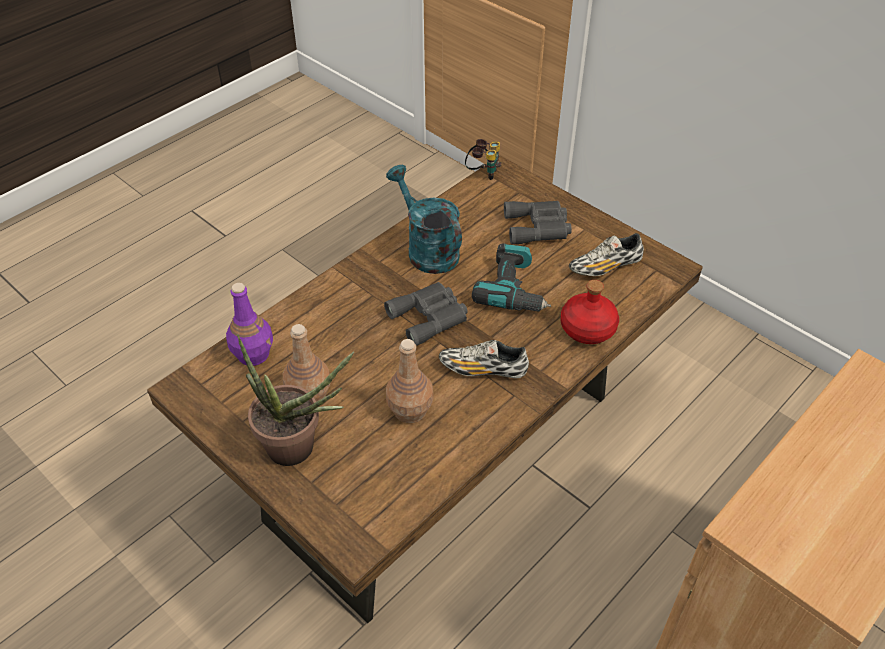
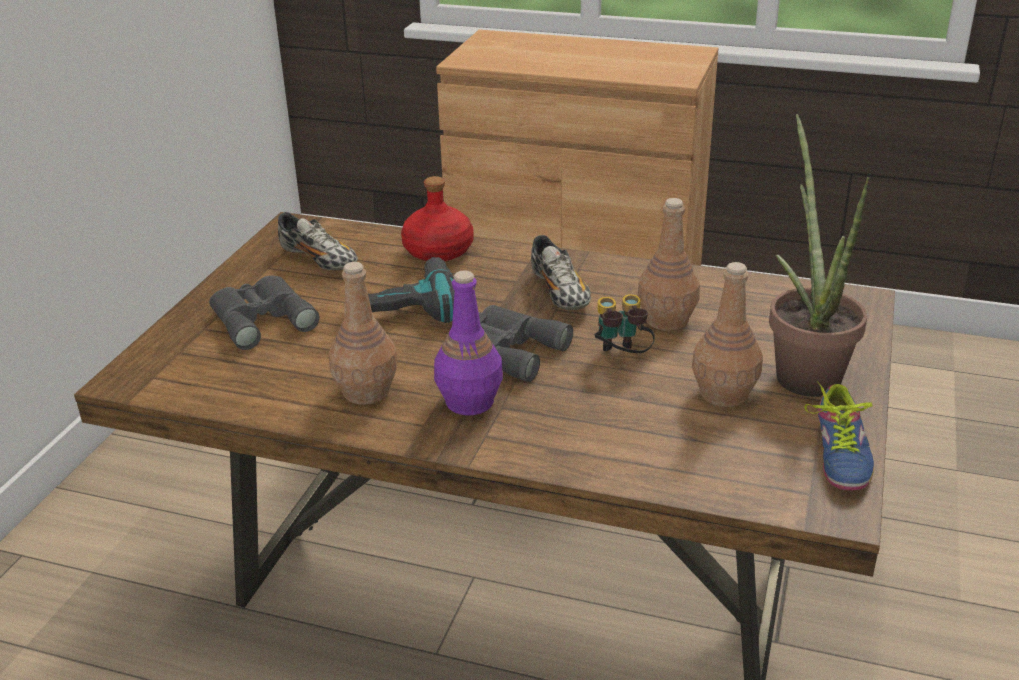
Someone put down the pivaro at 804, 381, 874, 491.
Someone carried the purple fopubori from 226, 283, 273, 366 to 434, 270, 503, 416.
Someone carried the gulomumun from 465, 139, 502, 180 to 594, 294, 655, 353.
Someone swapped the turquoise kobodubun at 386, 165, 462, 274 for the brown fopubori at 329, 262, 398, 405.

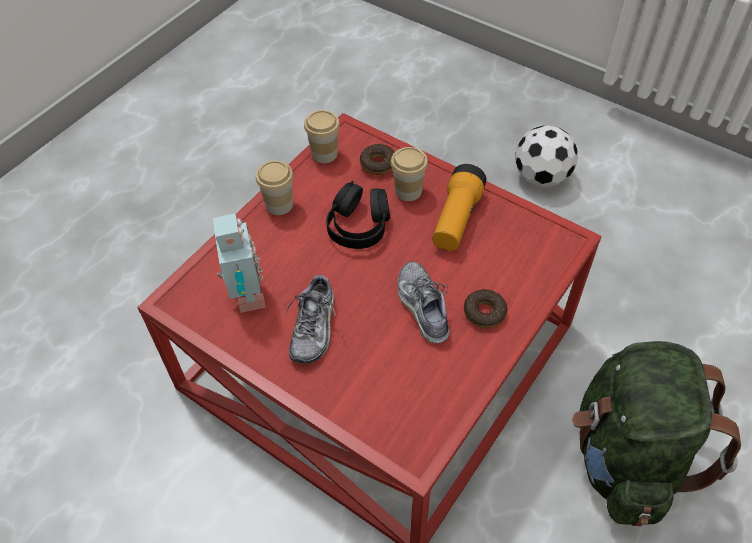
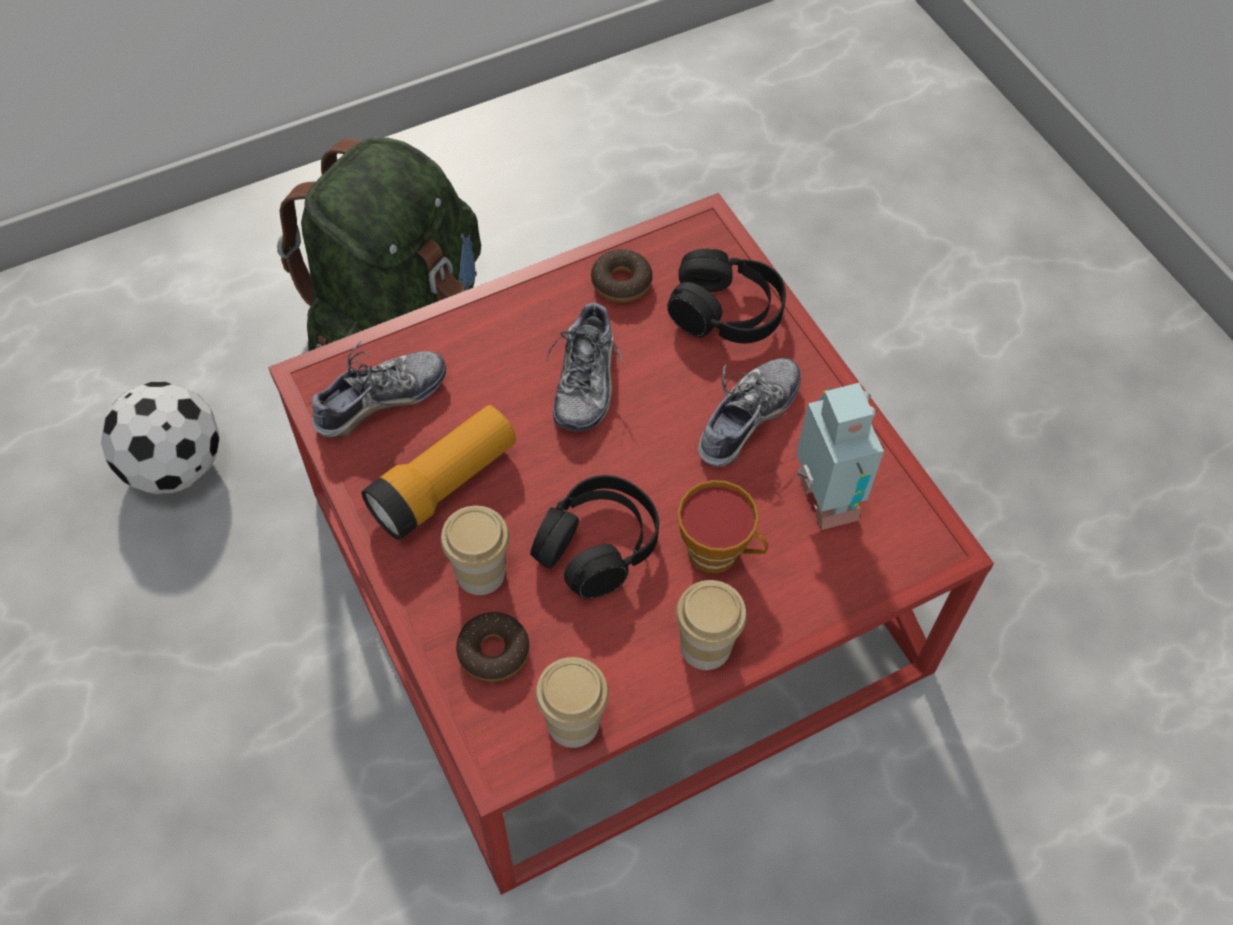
Someone put down the pivaro at 308, 341, 446, 438.
Someone put down the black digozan at 667, 249, 786, 343.
Someone put down the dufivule at 677, 480, 768, 573.
Someone carried the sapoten from 464, 289, 507, 328 to 591, 249, 653, 303.
Someone carried the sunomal from 515, 125, 578, 187 to 101, 381, 220, 494.
Someone rotated the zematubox at 213, 213, 266, 313 by 150 degrees clockwise.

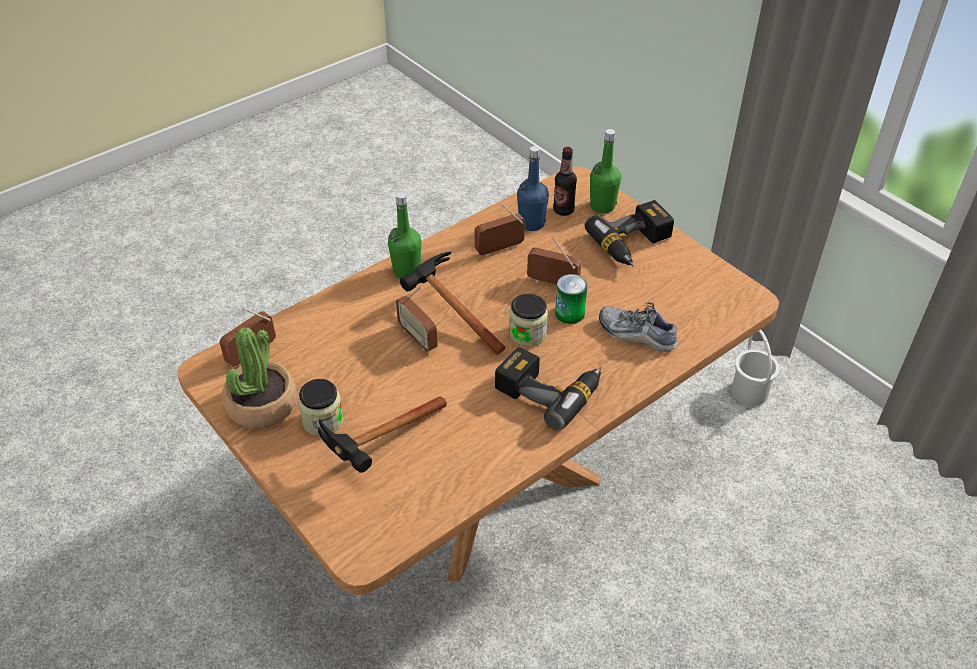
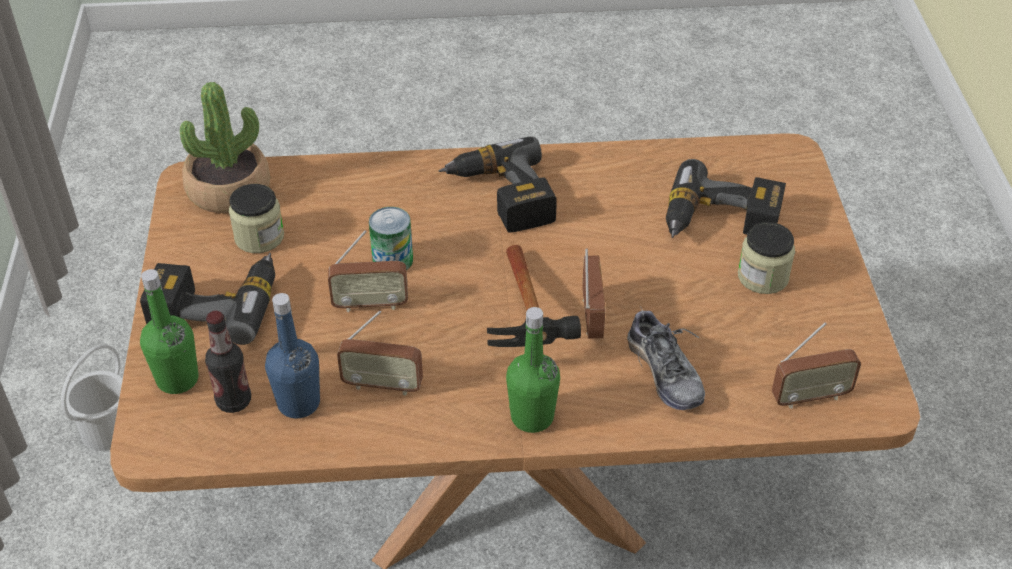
Someone carried the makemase from 222, 327, 297, 429 to 180, 82, 270, 213.
Someone carried the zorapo from 509, 294, 548, 346 to 229, 184, 284, 253.
Someone carried the pivaro from 599, 302, 677, 352 to 627, 305, 705, 410.
Someone swapped the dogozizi at 318, 396, 447, 473 for the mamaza at 666, 159, 786, 238.
Someone rotated the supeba at 527, 237, 582, 285 by 60 degrees counterclockwise.

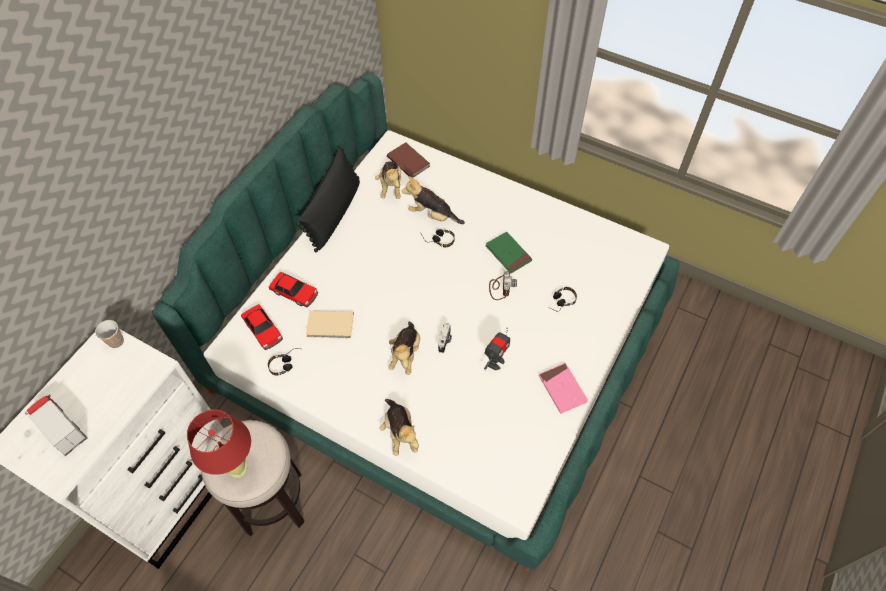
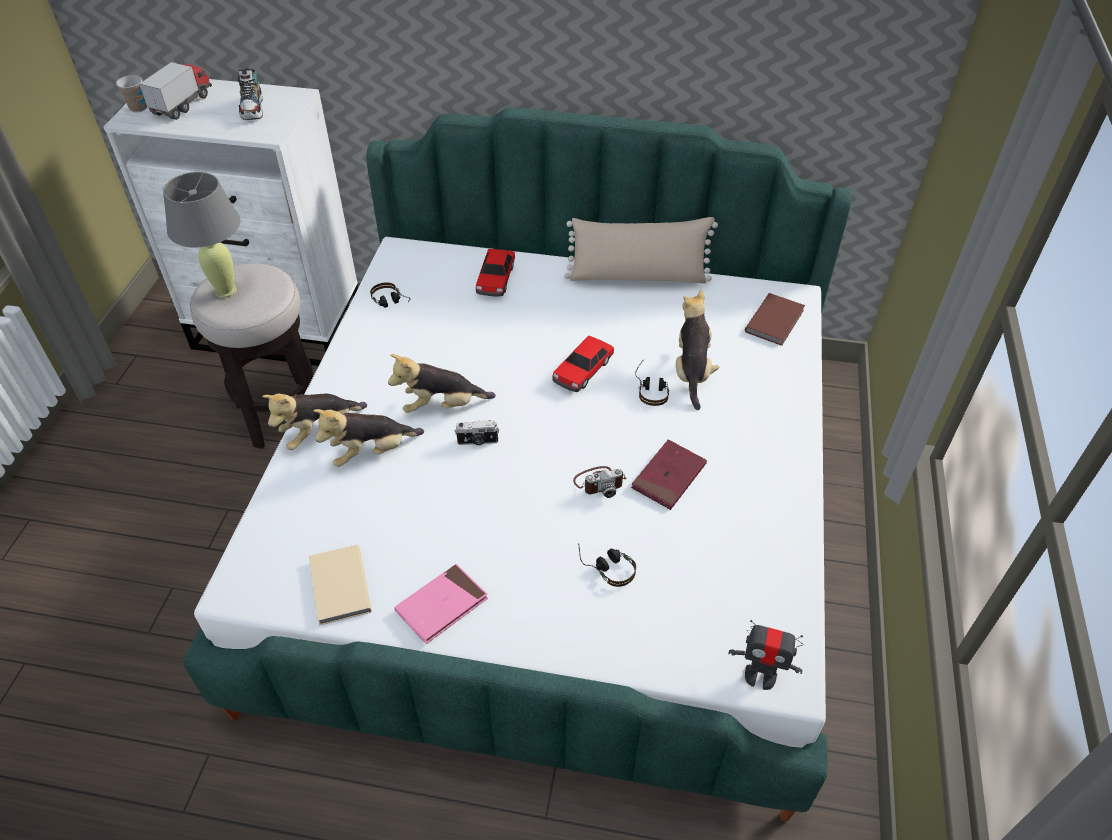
Someone put down the pivaro at 237, 68, 263, 120.
Someone carried the dufivule from 95, 320, 124, 348 to 116, 75, 147, 112.
Someone carried the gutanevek from 241, 304, 283, 350 to 553, 336, 614, 392.
Someone carried the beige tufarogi from 306, 310, 354, 339 to 309, 545, 371, 625.
Someone carried the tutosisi from 375, 161, 401, 199 to 313, 409, 424, 467.
Someone carried the zematubox from 484, 328, 510, 370 to 729, 620, 804, 690.
Someone repainted the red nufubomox at 187, 409, 251, 478, which became the grey nufubomox at 163, 172, 241, 298.
Someone repainted the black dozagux at 296, 147, 360, 252, which became the beige dozagux at 564, 217, 718, 284.
Someone repainted the green tufarogi at 485, 232, 532, 274, which became the red tufarogi at 631, 439, 707, 510.

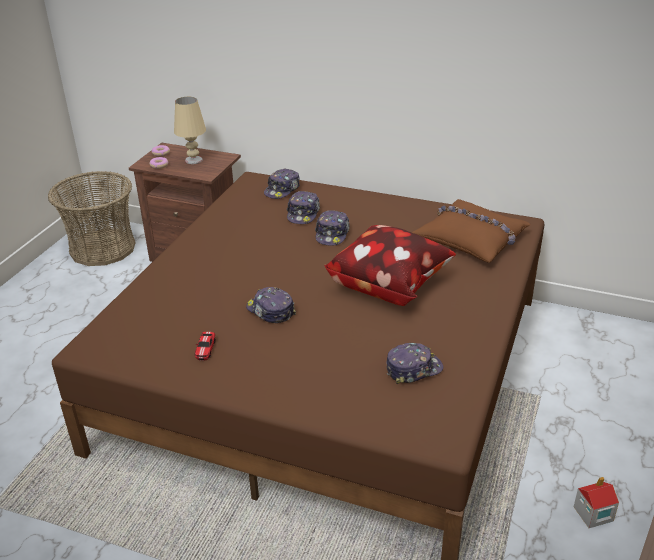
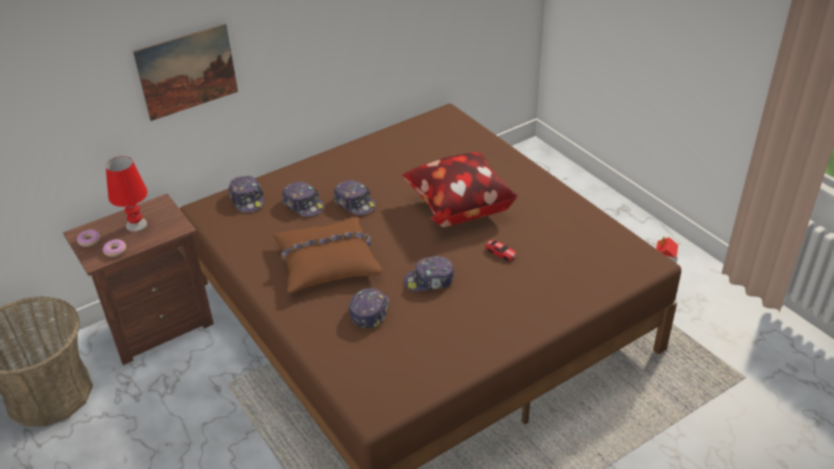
Someone put up the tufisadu at 133, 23, 238, 121.
Someone carried the gutanevek from 195, 332, 216, 361 to 485, 240, 517, 261.
Someone carried the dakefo from 386, 343, 443, 384 to 349, 287, 390, 329.
Someone carried the brown dozagux from 412, 199, 531, 263 to 273, 217, 382, 293.
Someone repainted the beige nufubomox at 174, 97, 206, 164, which became the red nufubomox at 106, 156, 148, 232.

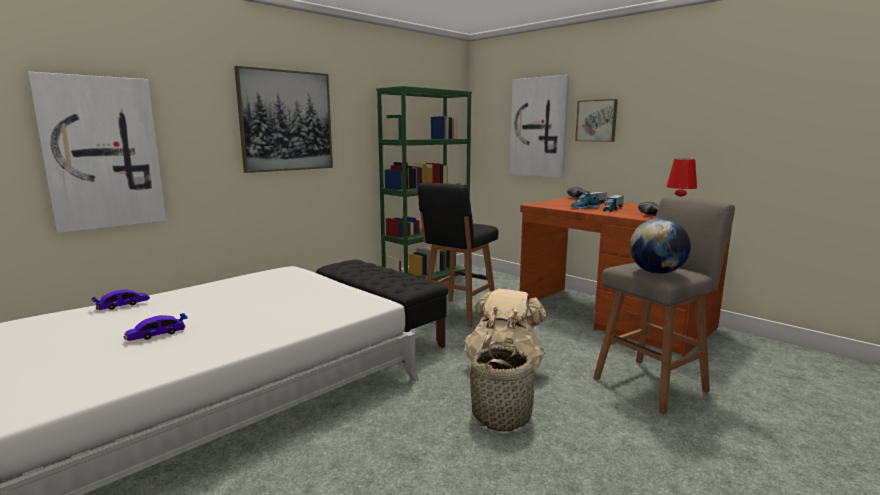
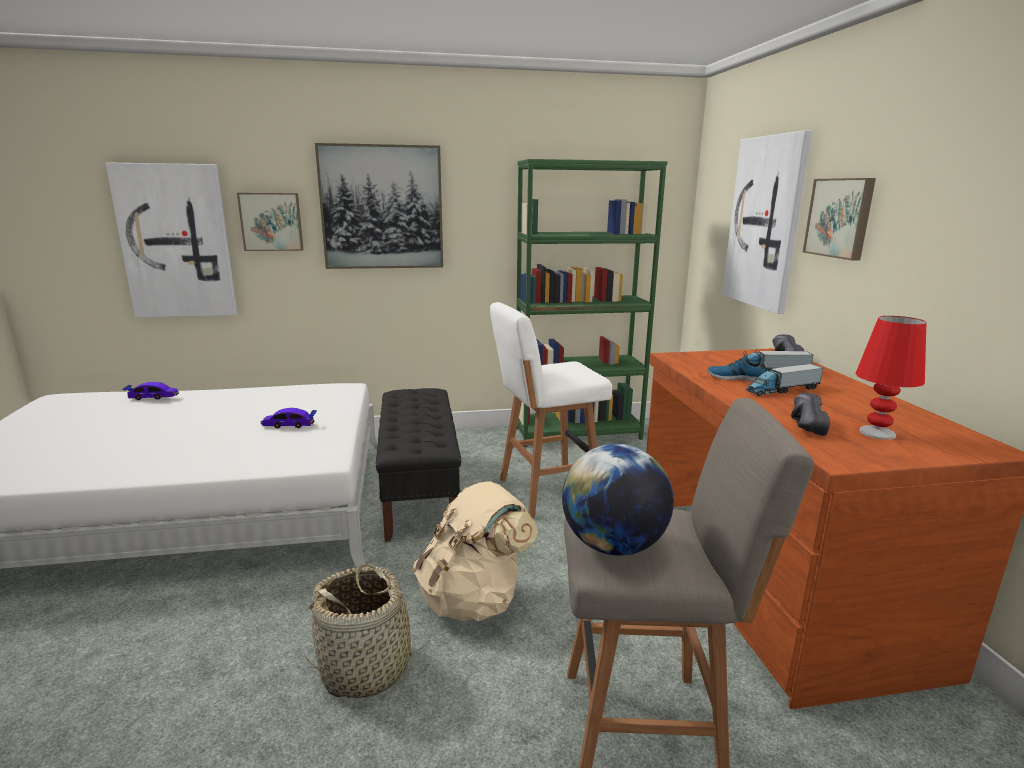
Someone put up the tufisadu at 237, 193, 304, 251.
Someone carried the gutanevek from 123, 313, 188, 341 to 261, 408, 316, 428.
Someone repainted the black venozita at 418, 183, 498, 327, which became the white venozita at 490, 302, 612, 518.

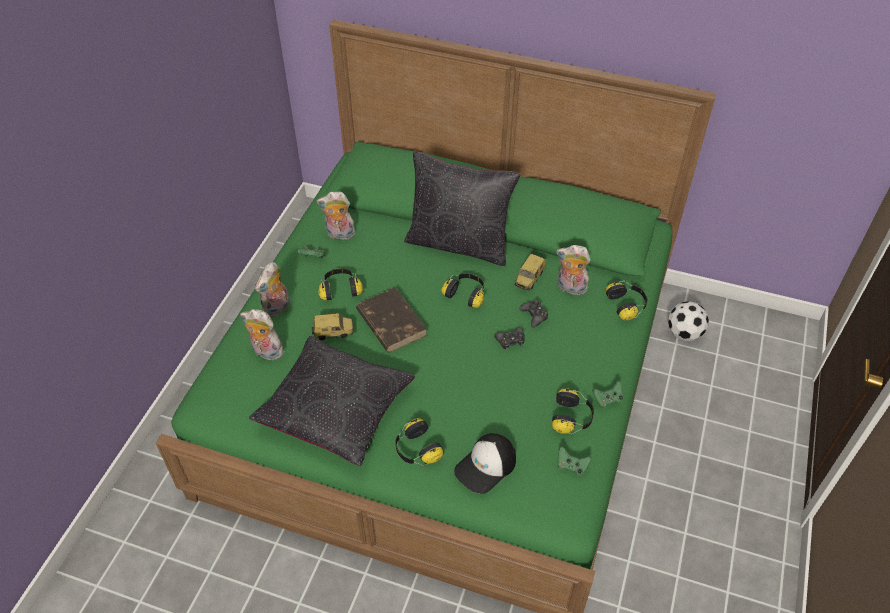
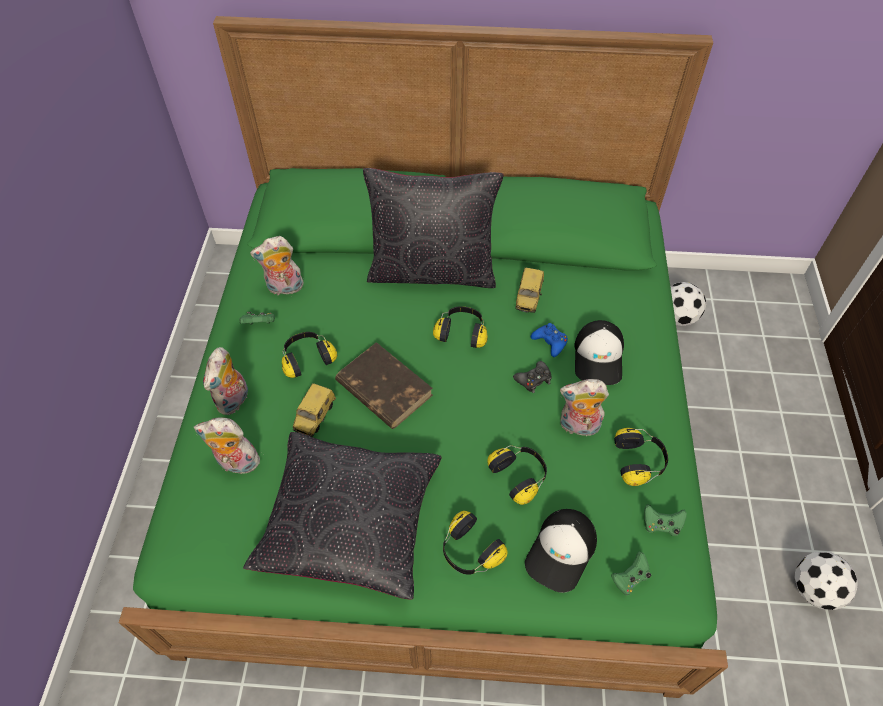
Someone put down the dakefo at 574, 320, 624, 385.
Someone put down the sunomal at 794, 552, 858, 610.
Someone carried the tutosisi from 556, 245, 591, 295 to 560, 379, 609, 436.
Someone carried the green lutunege from 593, 381, 623, 408 to 611, 552, 651, 595.
Someone carried the digozan from 606, 281, 647, 321 to 487, 445, 547, 505.
Someone repainted the black lutunege at 519, 300, 548, 327, which became the blue lutunege at 531, 323, 568, 357.
Someone rotated the gutanevek at 312, 313, 354, 340 by 135 degrees clockwise.

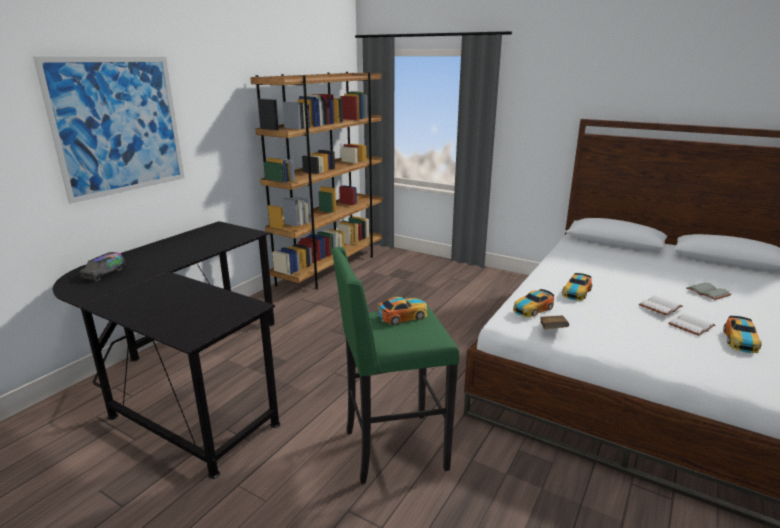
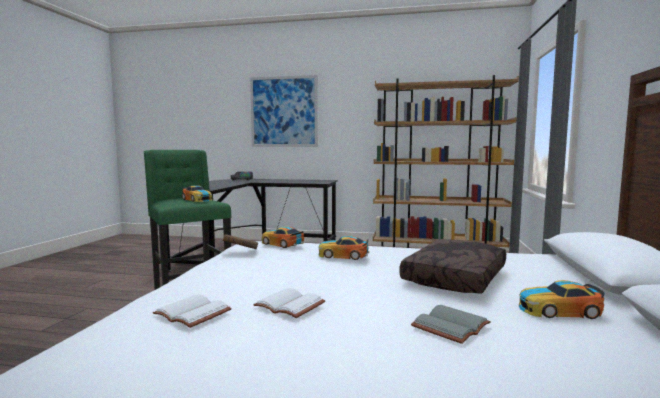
Someone put down the brown dozagux at 399, 239, 506, 294.
Someone carried the white tufarogi from 639, 295, 683, 316 to 153, 295, 232, 328.
Someone carried the gutanevek from 723, 316, 761, 353 to 519, 280, 605, 319.

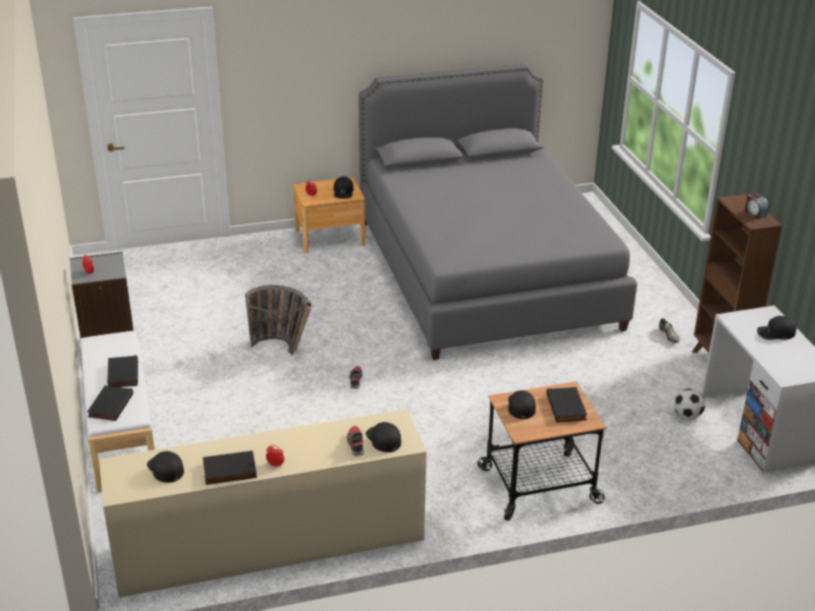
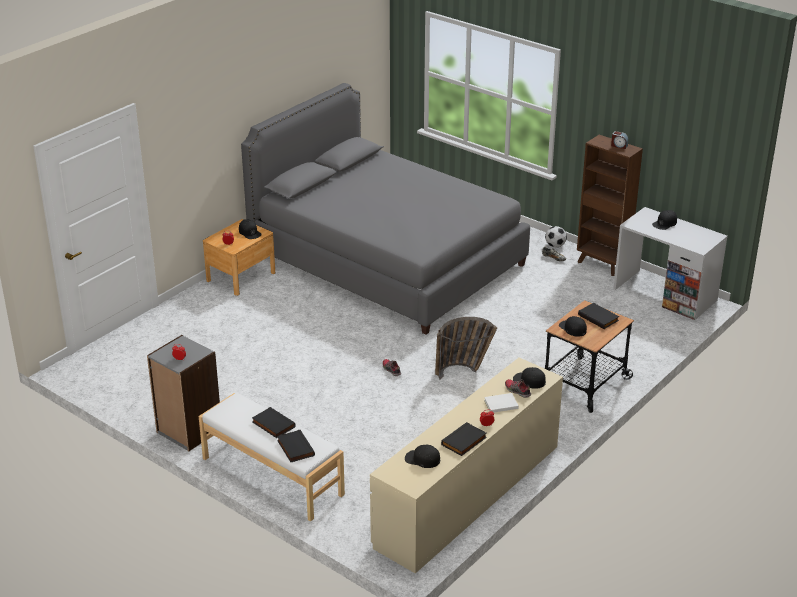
Someone put down the white tufarogi at 484, 393, 519, 412.
Someone carried the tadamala from 245, 285, 312, 355 to 435, 317, 497, 379.
Someone carried the sunomal from 674, 389, 705, 419 to 545, 226, 567, 248.

